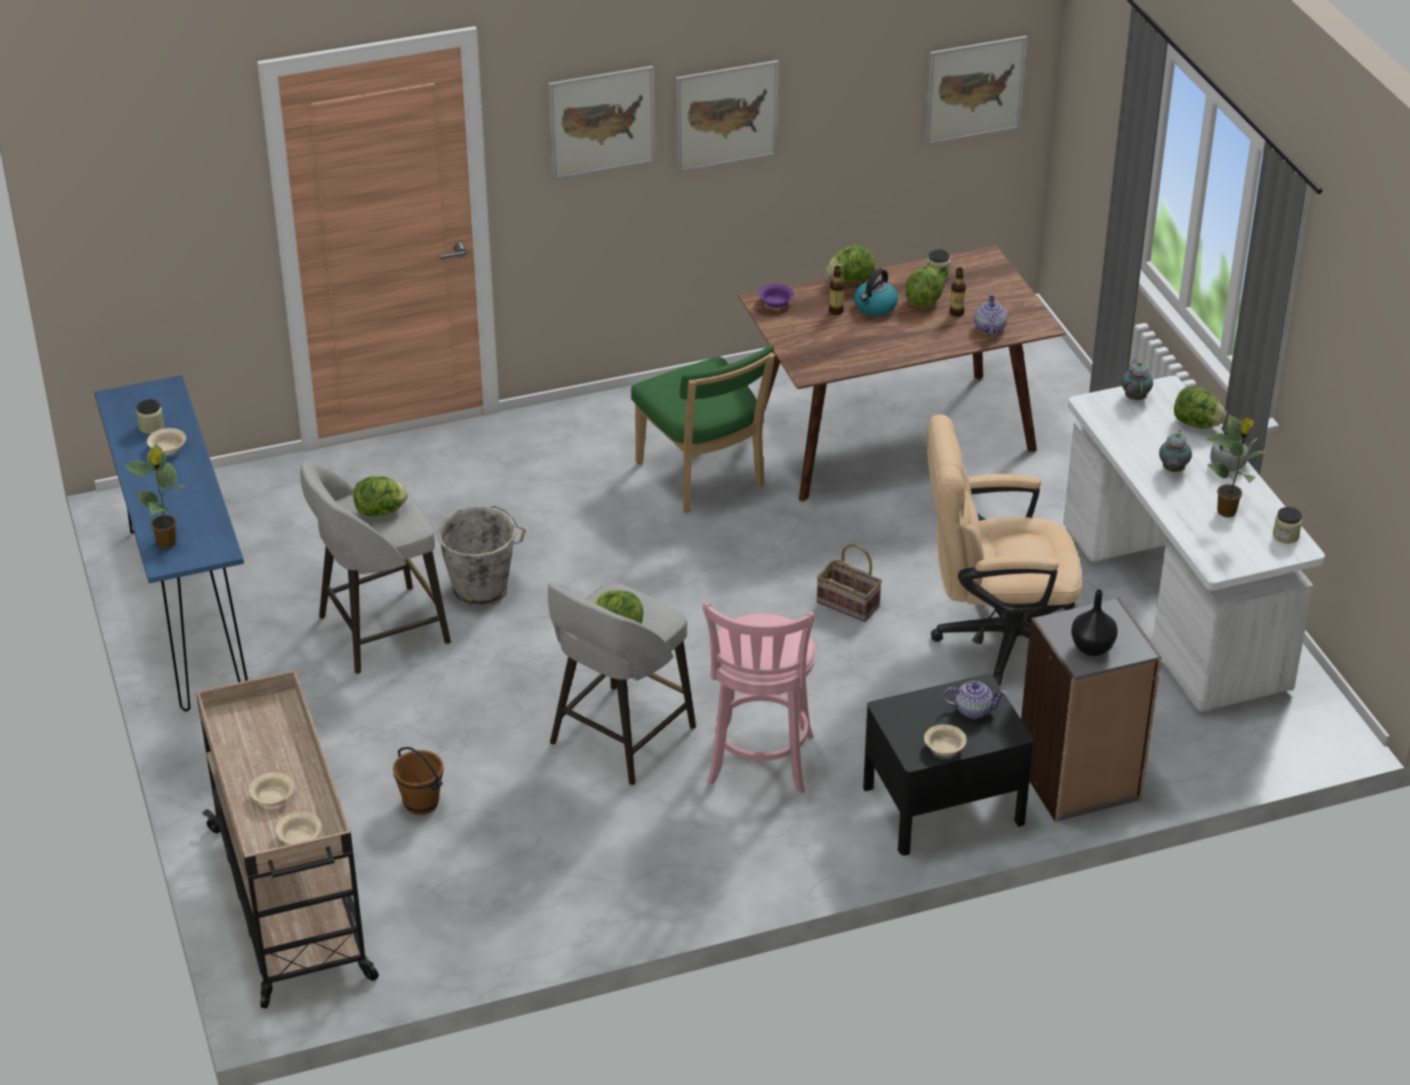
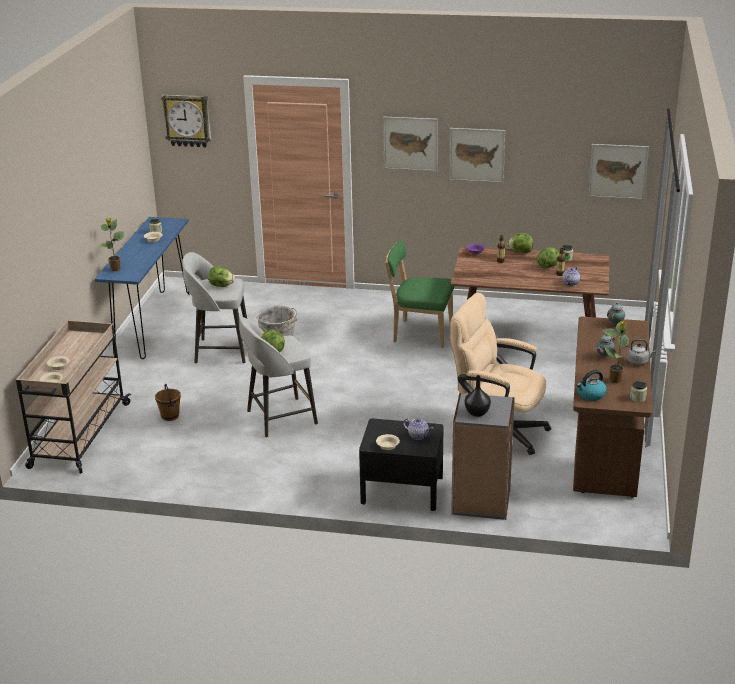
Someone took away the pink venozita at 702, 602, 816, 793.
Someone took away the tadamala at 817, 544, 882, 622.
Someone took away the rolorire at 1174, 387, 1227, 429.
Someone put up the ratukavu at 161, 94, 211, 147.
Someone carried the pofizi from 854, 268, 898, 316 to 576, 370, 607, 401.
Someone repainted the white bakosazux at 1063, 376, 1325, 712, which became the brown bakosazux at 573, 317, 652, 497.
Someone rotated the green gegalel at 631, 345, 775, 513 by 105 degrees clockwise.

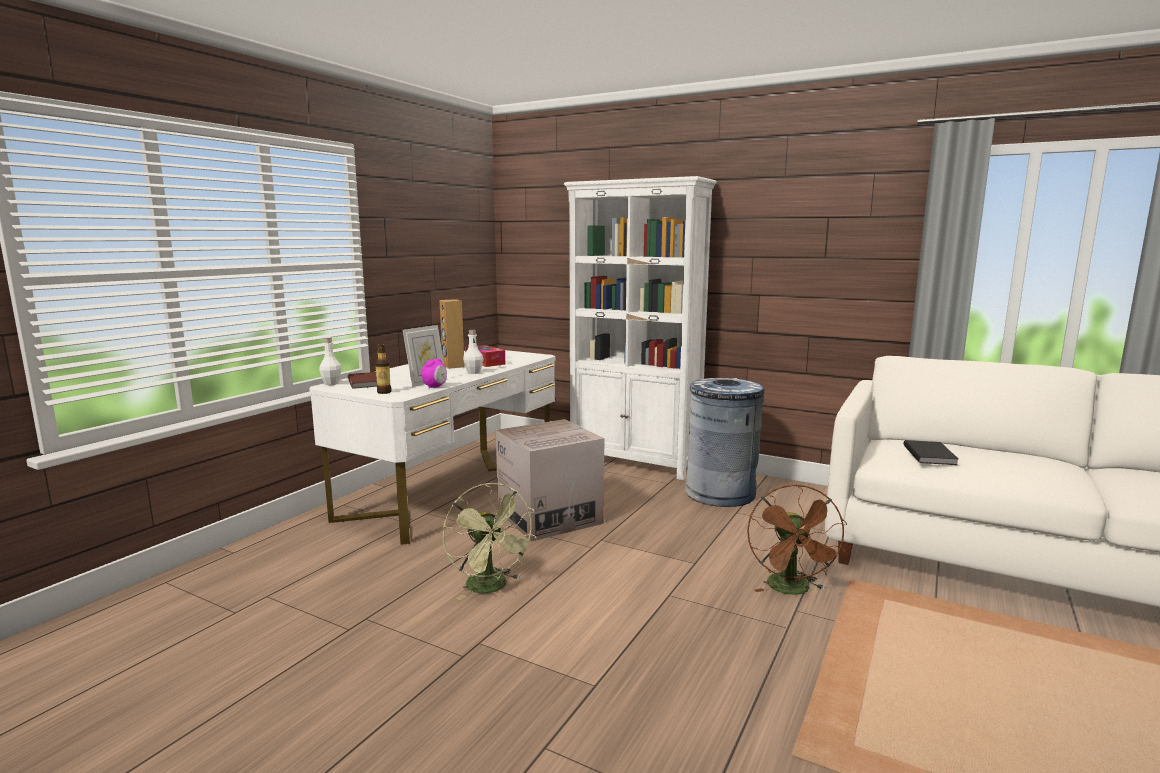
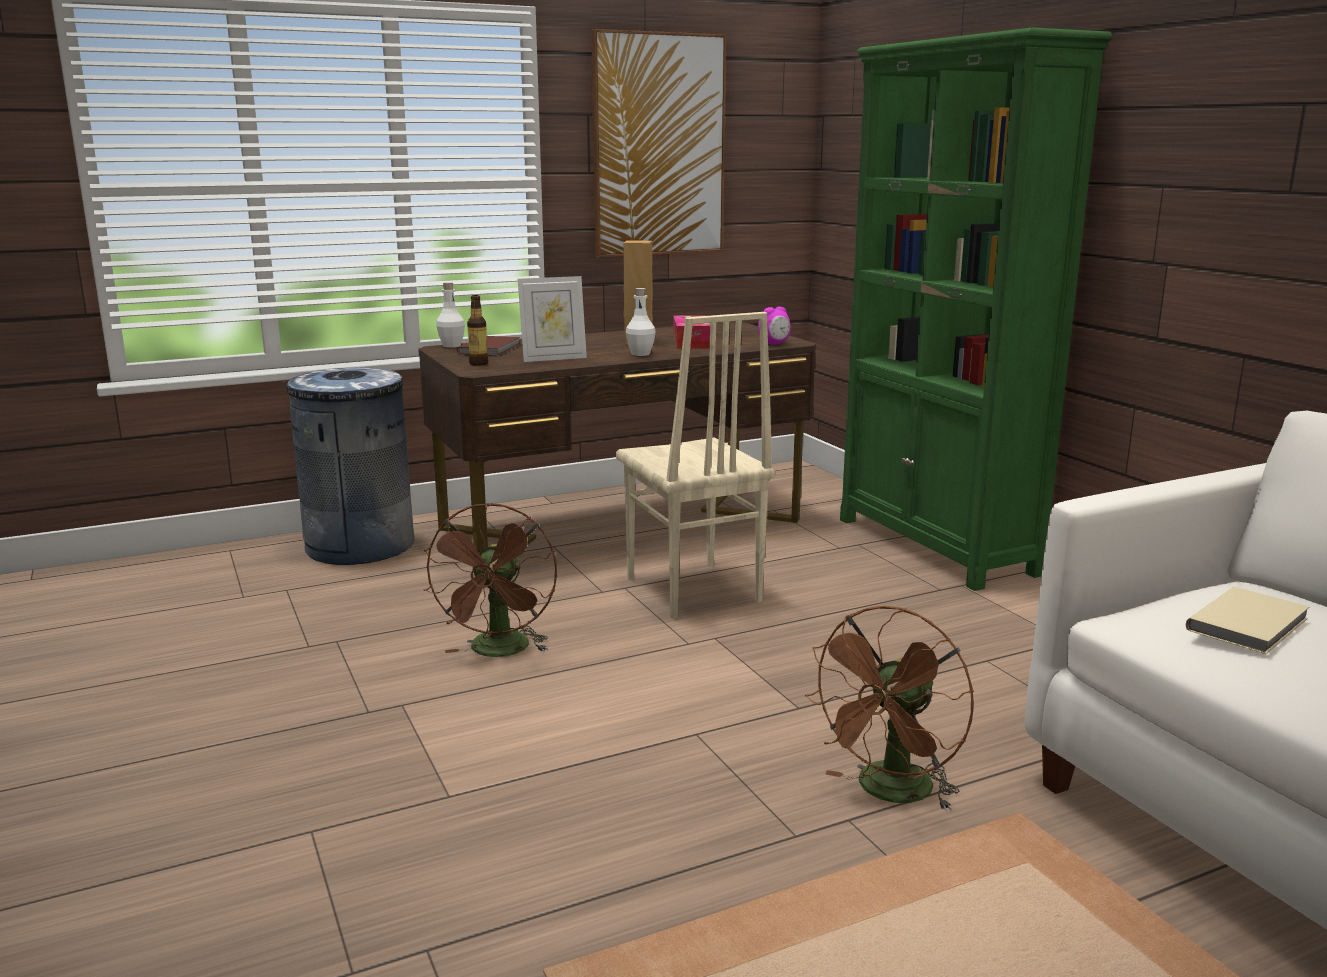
Someone put up the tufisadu at 591, 29, 726, 257.
Someone carried the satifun from 422, 358, 447, 389 to 758, 306, 791, 345.
Someone carried the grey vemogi from 685, 378, 764, 507 to 286, 367, 415, 565.
Someone swapped the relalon at 496, 419, 604, 542 for the beige gegalel at 616, 312, 775, 619.
Someone repainted the white bakosazux at 310, 350, 556, 545, which became the brown bakosazux at 418, 322, 816, 551.
Someone repainted the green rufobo at 443, 483, 537, 600, which became the brown rufobo at 424, 503, 557, 657.
Someone repainted the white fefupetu at 564, 176, 717, 480, which became the green fefupetu at 840, 27, 1112, 591.
Someone repainted the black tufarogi at 903, 440, 958, 465, which became the beige tufarogi at 1186, 587, 1309, 654.

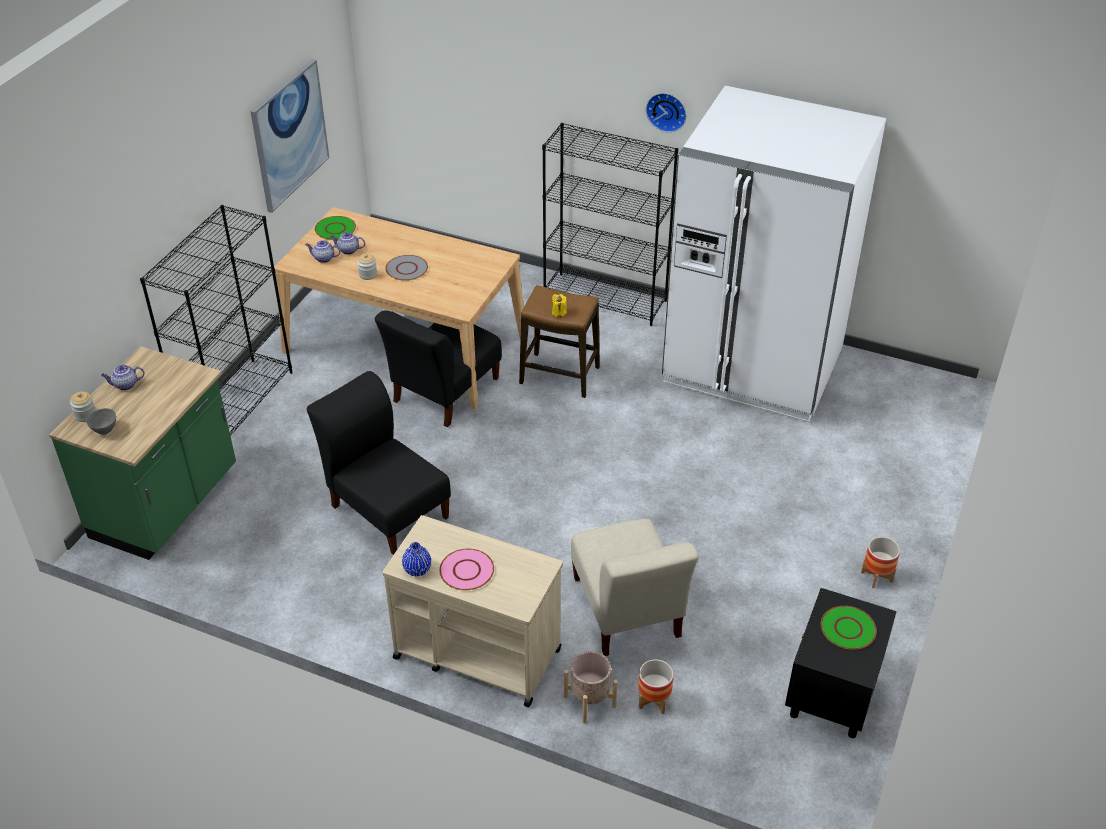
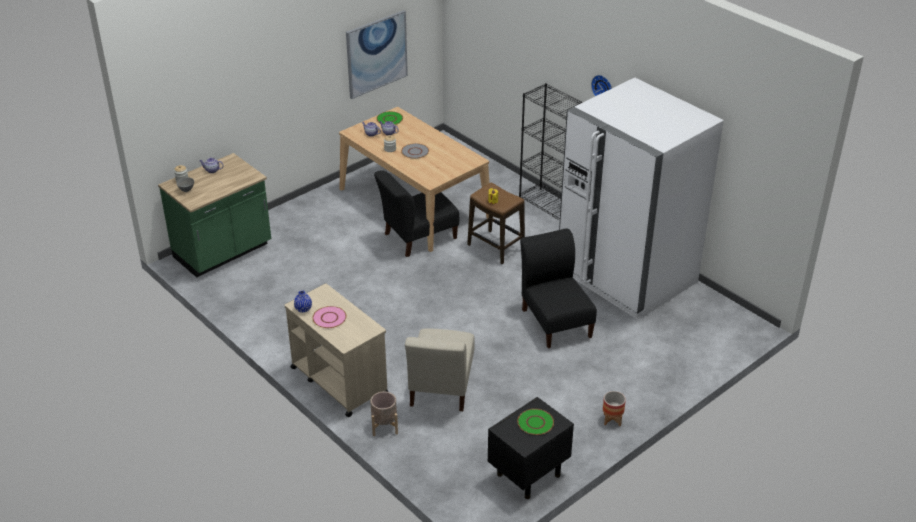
Someone took away the black fefupetu at 140, 205, 293, 436.
Someone took away the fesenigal at 638, 659, 674, 715.
Someone carried the black gegalel from 307, 371, 451, 555 to 520, 228, 597, 348.

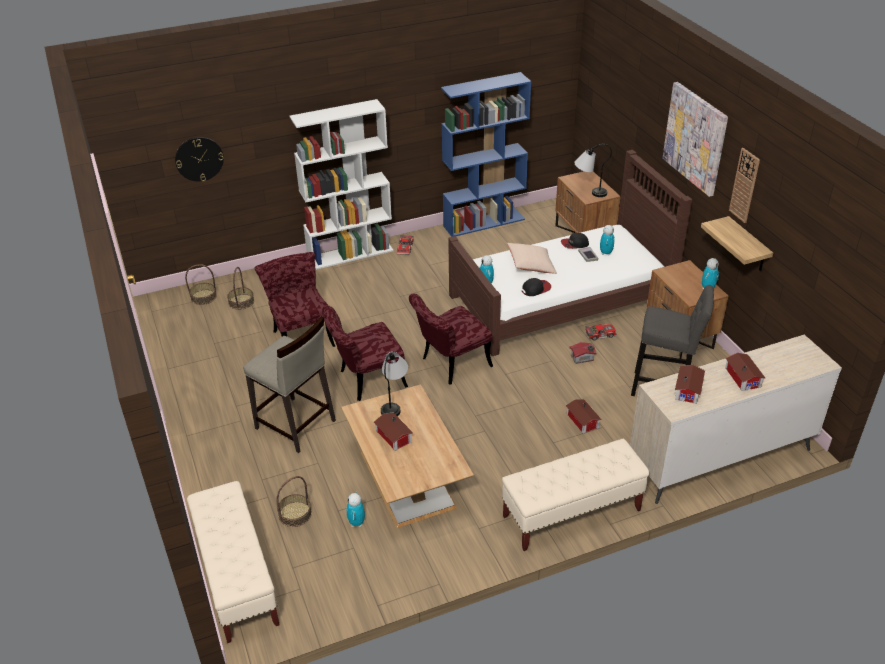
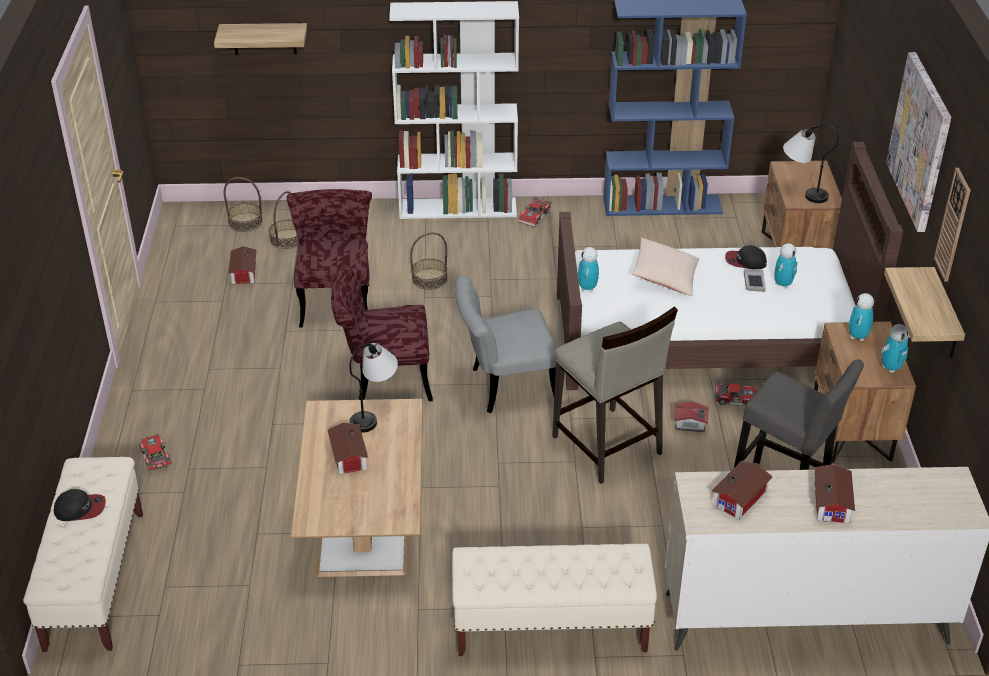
Someone put down the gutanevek at 139, 435, 171, 471.
Someone carried the beige venozita from 243, 317, 336, 453 to 552, 307, 678, 484.
Someone carried the tadamala from 276, 476, 312, 527 to 410, 232, 448, 290.
Someone carried the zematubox from 346, 493, 365, 527 to 849, 293, 874, 341.
Someone carried the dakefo from 522, 278, 551, 296 to 54, 489, 106, 521.
Someone carried the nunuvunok from 566, 399, 602, 434 to 228, 246, 257, 284.
Someone swapped the ratukavu at 175, 137, 224, 181 for the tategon at 214, 23, 307, 55.
Someone repainted the red gegalel at 409, 294, 493, 385, which became the grey gegalel at 455, 275, 557, 413.

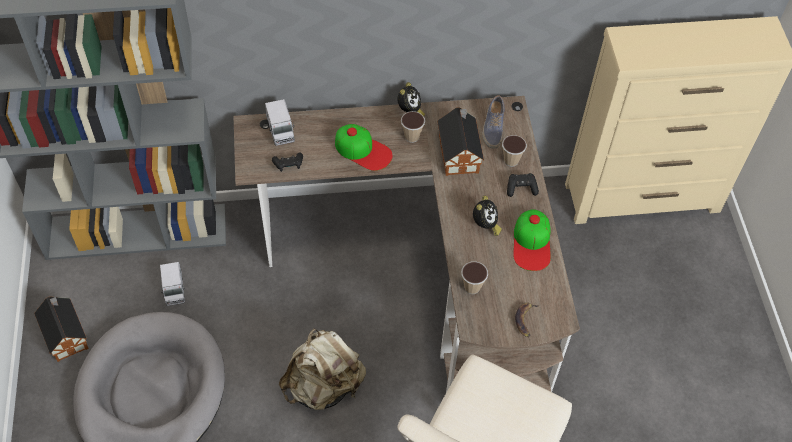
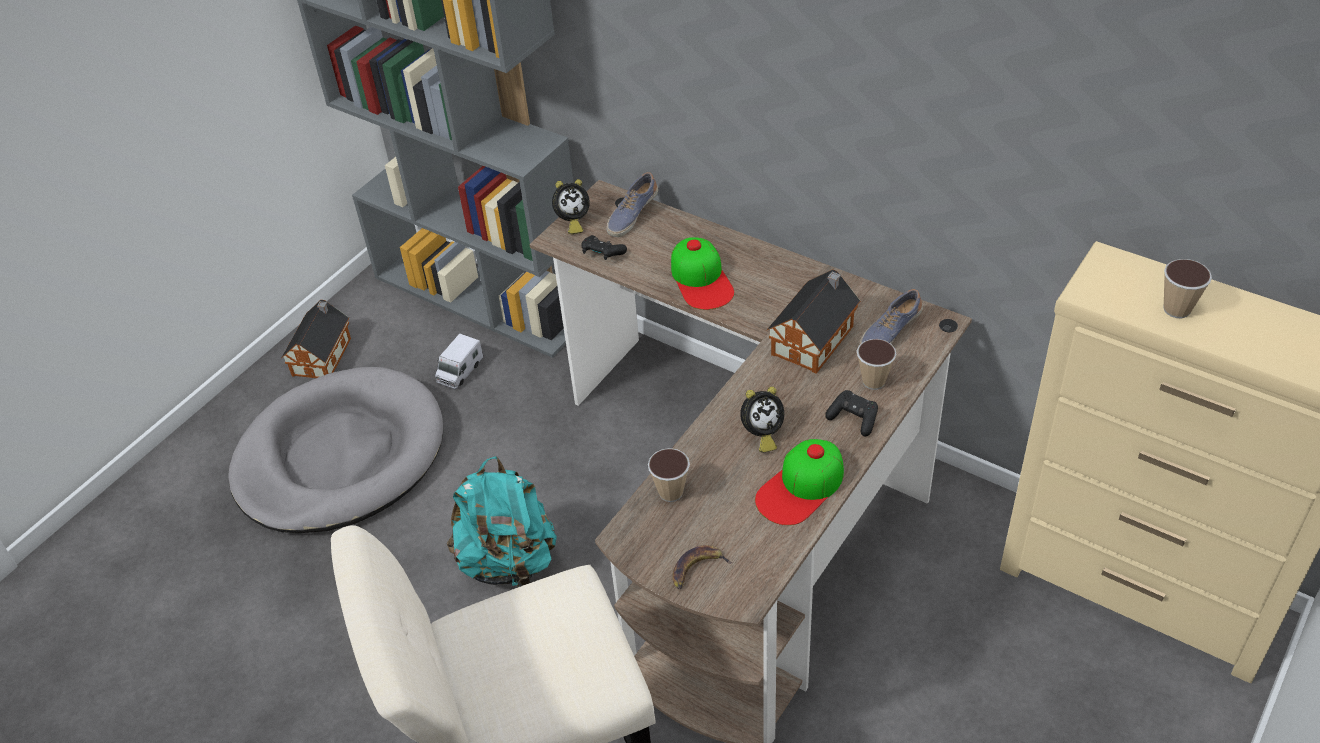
Someone carried the satifun from 397, 82, 425, 116 to 552, 179, 590, 234.
Someone carried the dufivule from 401, 111, 425, 143 to 1164, 259, 1212, 318.
Someone swapped the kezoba at 265, 99, 295, 146 for the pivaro at 606, 172, 658, 237.
Someone repainted the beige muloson at 279, 328, 366, 410, which became the turquoise muloson at 447, 456, 557, 587.

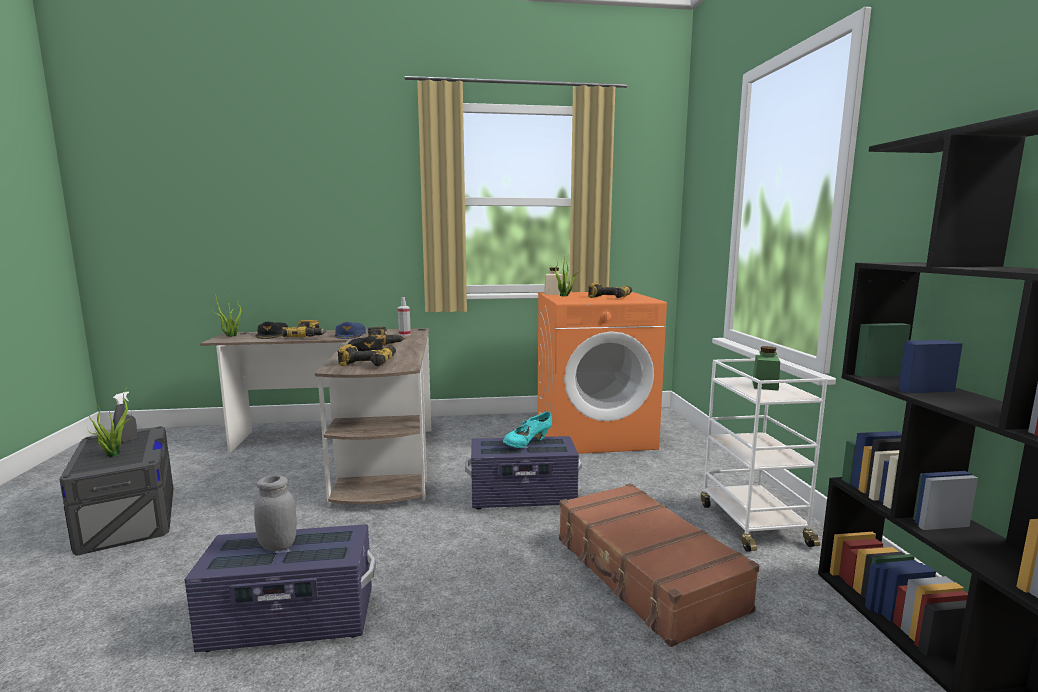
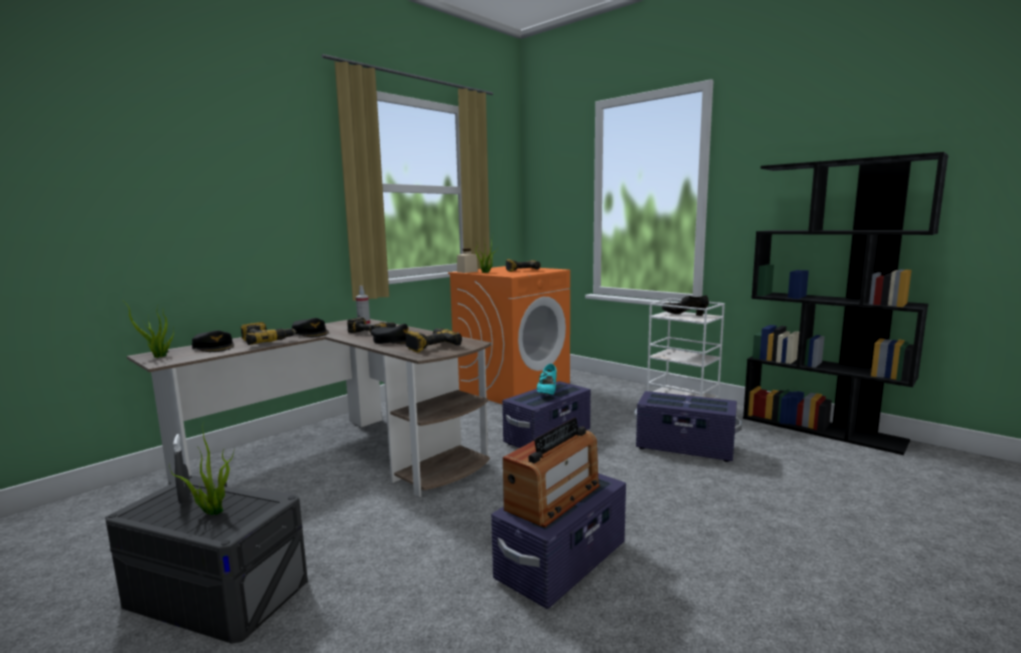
Someone swapped the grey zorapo at 254, 476, 297, 551 for the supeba at 503, 418, 600, 527.
Someone swapped the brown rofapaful at 559, 483, 759, 647 for the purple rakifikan at 634, 391, 742, 462.
Someone swapped the green zorapo at 752, 346, 780, 391 for the black pivaro at 662, 295, 709, 316.
Someone repainted the blue dakefo at 335, 322, 366, 339, which became the black dakefo at 292, 318, 329, 337.

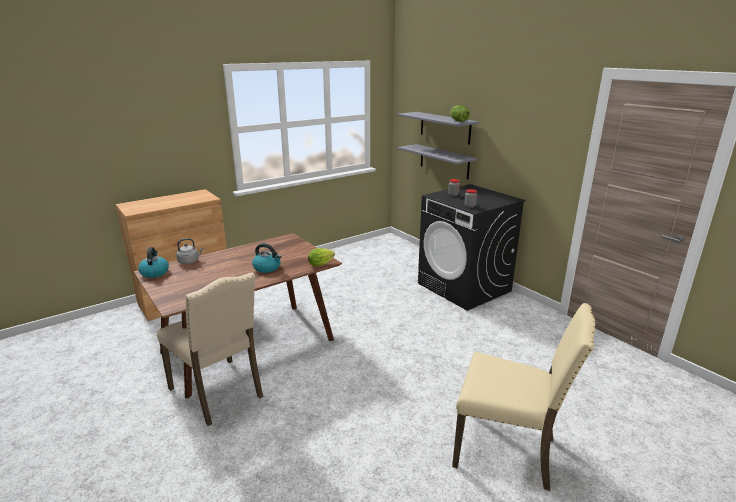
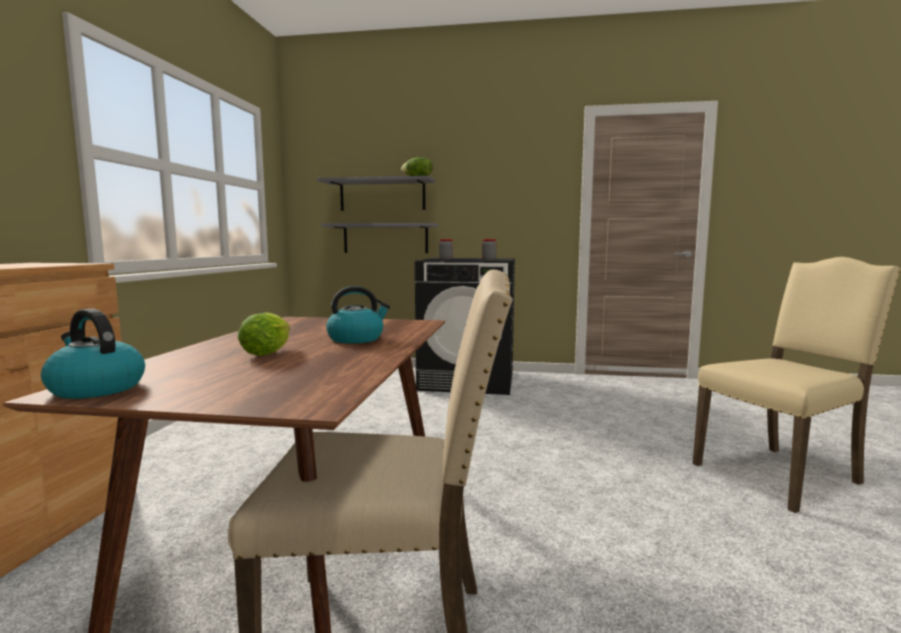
Someone took away the grey pofizi at 176, 238, 204, 264.
Someone carried the rolorire from 308, 248, 335, 266 to 238, 312, 290, 356.

